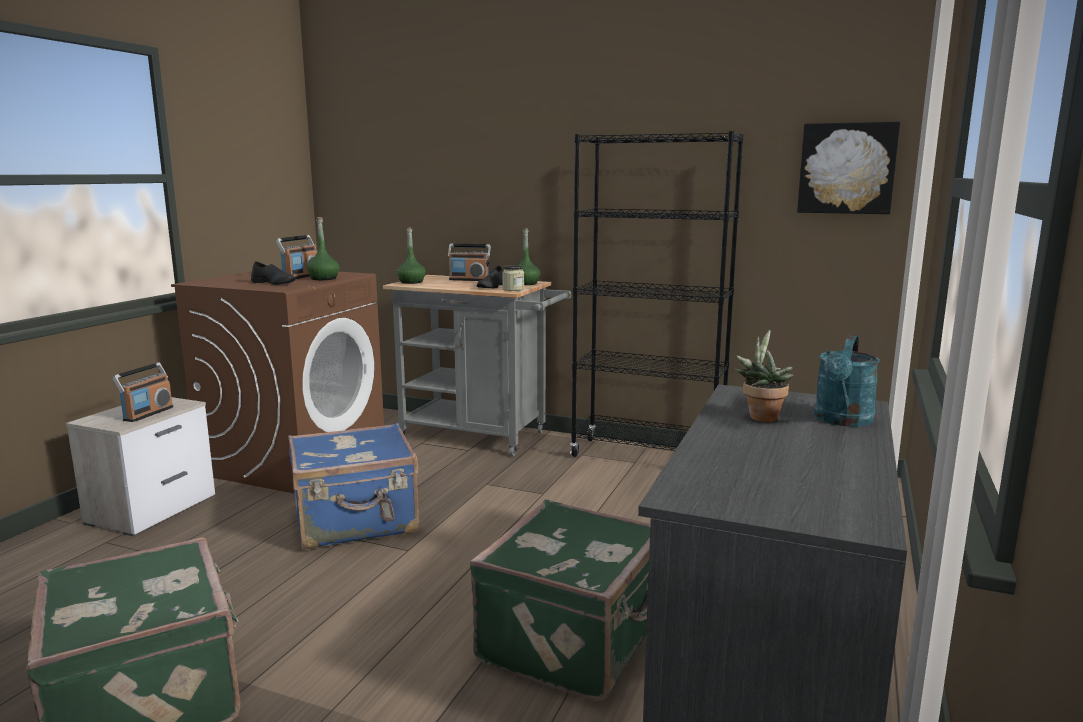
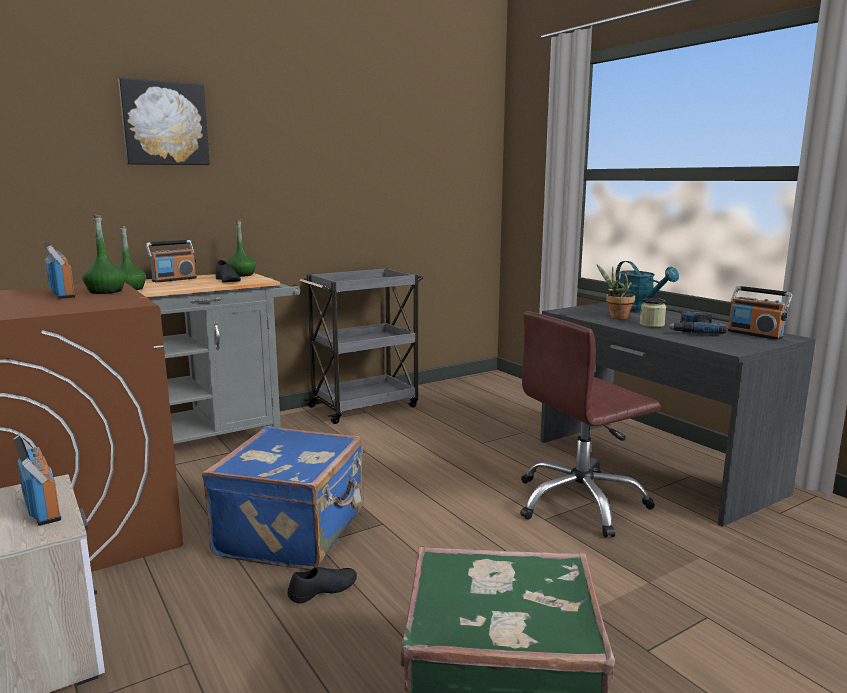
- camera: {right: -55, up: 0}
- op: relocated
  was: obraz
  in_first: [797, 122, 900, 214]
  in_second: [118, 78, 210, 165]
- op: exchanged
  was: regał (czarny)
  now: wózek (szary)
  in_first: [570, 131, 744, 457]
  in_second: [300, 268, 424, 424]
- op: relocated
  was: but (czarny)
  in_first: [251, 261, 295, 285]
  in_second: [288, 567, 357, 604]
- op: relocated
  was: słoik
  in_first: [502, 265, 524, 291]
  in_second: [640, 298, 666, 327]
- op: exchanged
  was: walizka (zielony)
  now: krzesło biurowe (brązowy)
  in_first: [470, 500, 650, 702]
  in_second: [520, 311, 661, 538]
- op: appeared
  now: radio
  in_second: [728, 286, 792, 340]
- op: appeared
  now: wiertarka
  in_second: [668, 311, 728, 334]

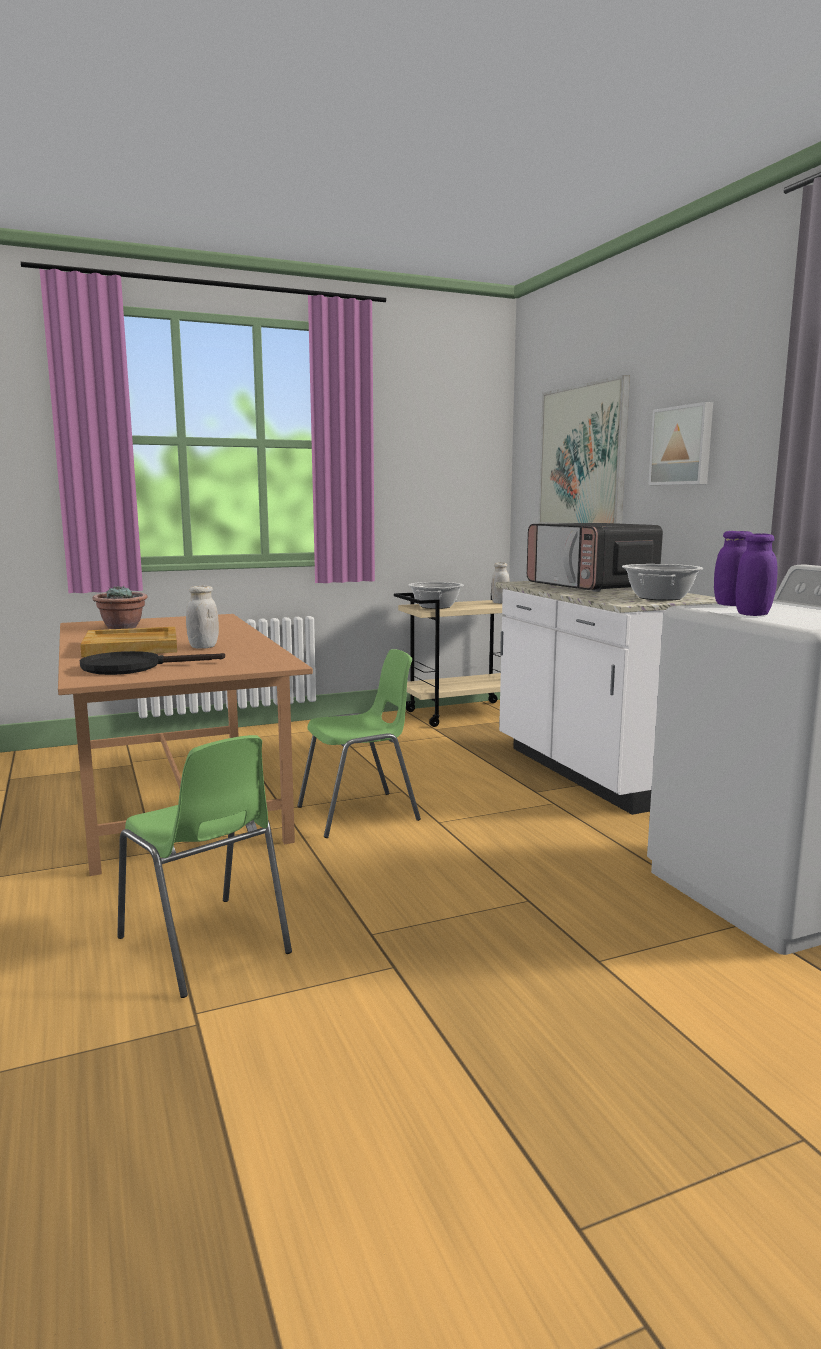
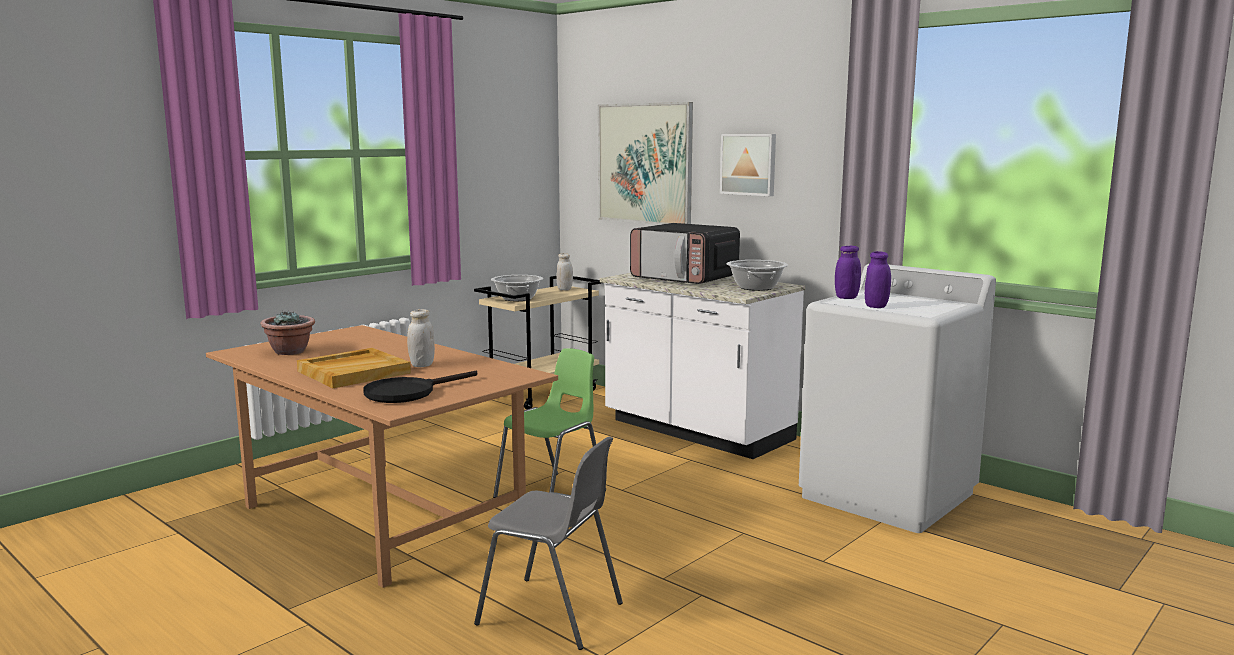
- camera: {right: -25, up: 0}
- op: colour
  was: krzesło (zielony)
  now: krzesło (szary)
  in_first: [117, 735, 292, 998]
  in_second: [474, 436, 623, 650]

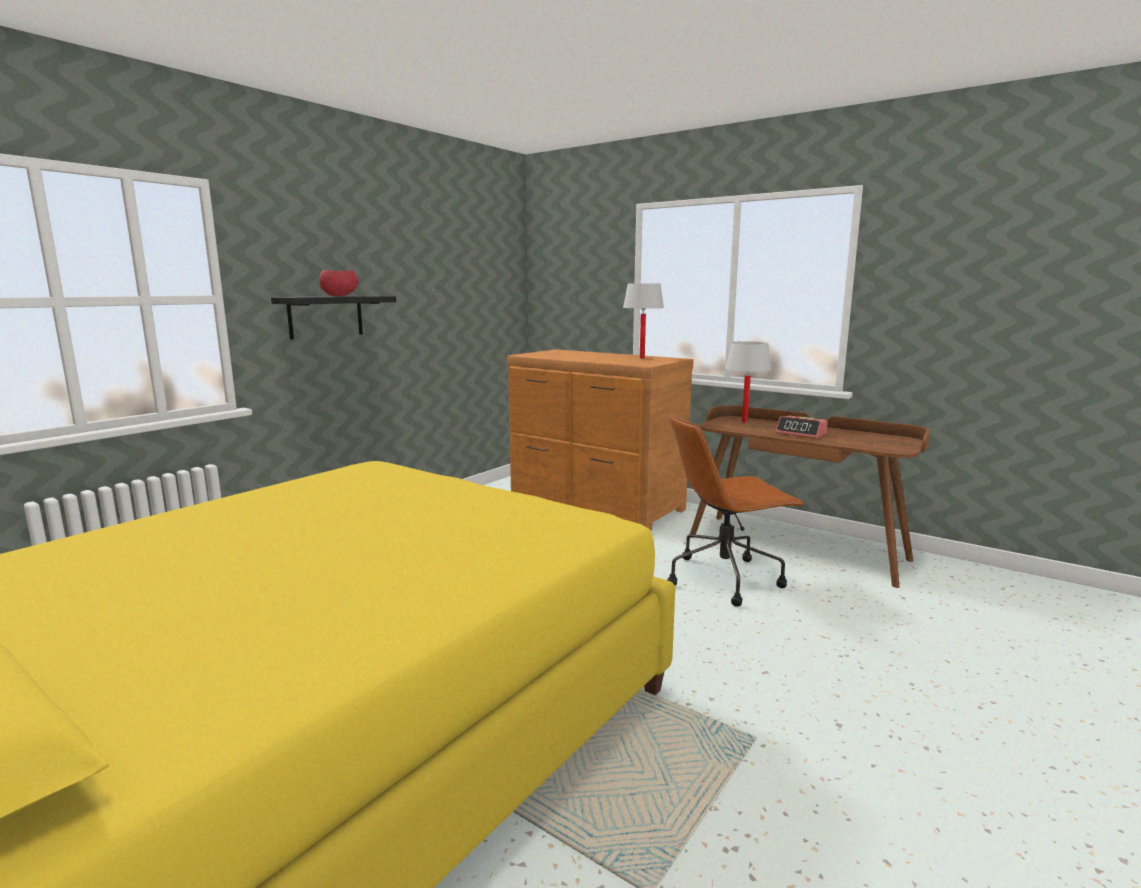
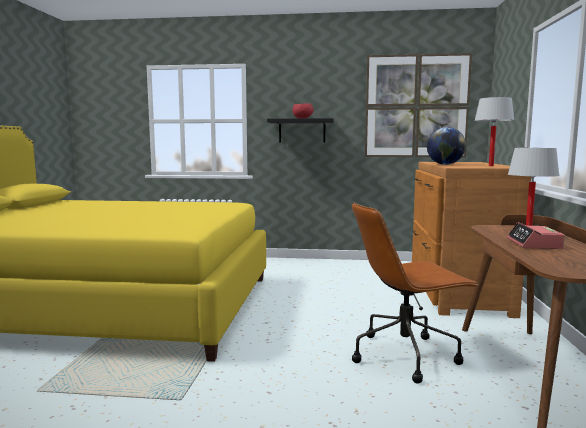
- camera: {right: 60, up: -5}
- op: spun
  was: krzesło biurowe (brązowy)
  in_first: [667, 413, 805, 607]
  in_second: [352, 203, 479, 383]
  clockwise: -60
- op: appeared
  now: obraz
  in_second: [365, 53, 472, 157]
- op: appeared
  now: globus
  in_second: [427, 127, 466, 165]

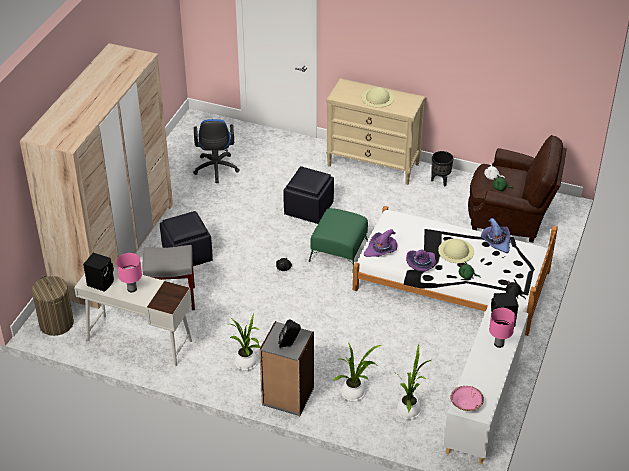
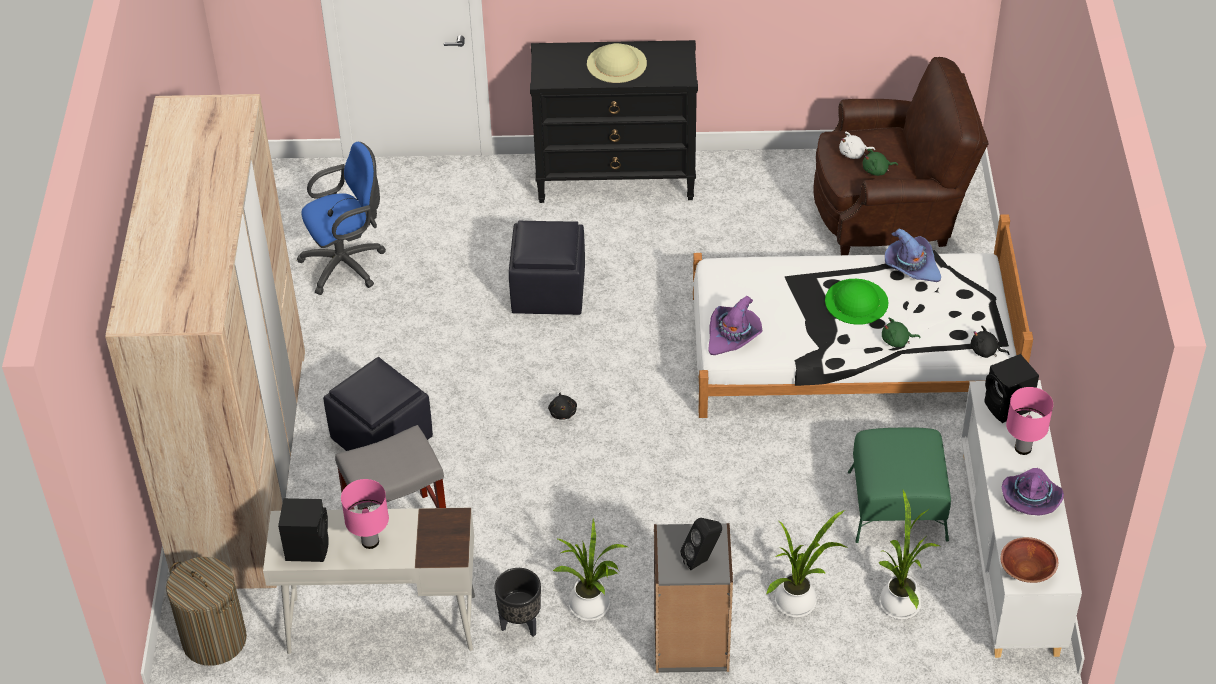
- camera: {right: -20, up: 5}
- op: colour
  was: komoda (beżowy)
  now: komoda (czarny)
  in_first: [326, 78, 425, 185]
  in_second: [530, 40, 698, 203]
- op: spun
  was: krzesło biurowe (niebieski)
  in_first: [193, 119, 240, 183]
  in_second: [297, 142, 386, 295]
  clockwise: -90
- op: relocated
  was: donica (czarny)
  in_first: [431, 151, 453, 187]
  in_second: [494, 568, 541, 637]
- op: relocated
  was: pufa (zielony)
  in_first: [308, 208, 368, 273]
  in_second: [848, 428, 951, 543]
- op: colour
  was: kapelusz (beżowy)
  now: kapelusz (zielony)
  in_first: [438, 239, 474, 263]
  in_second: [825, 279, 889, 325]
- op: relocated
  was: kapelusz (fioletowy)
  in_first: [406, 250, 437, 271]
  in_second: [1002, 468, 1064, 516]
- op: colour
  was: miska (różowy)
  now: miska (brązowy)
  in_first: [450, 386, 484, 411]
  in_second: [1000, 537, 1058, 583]

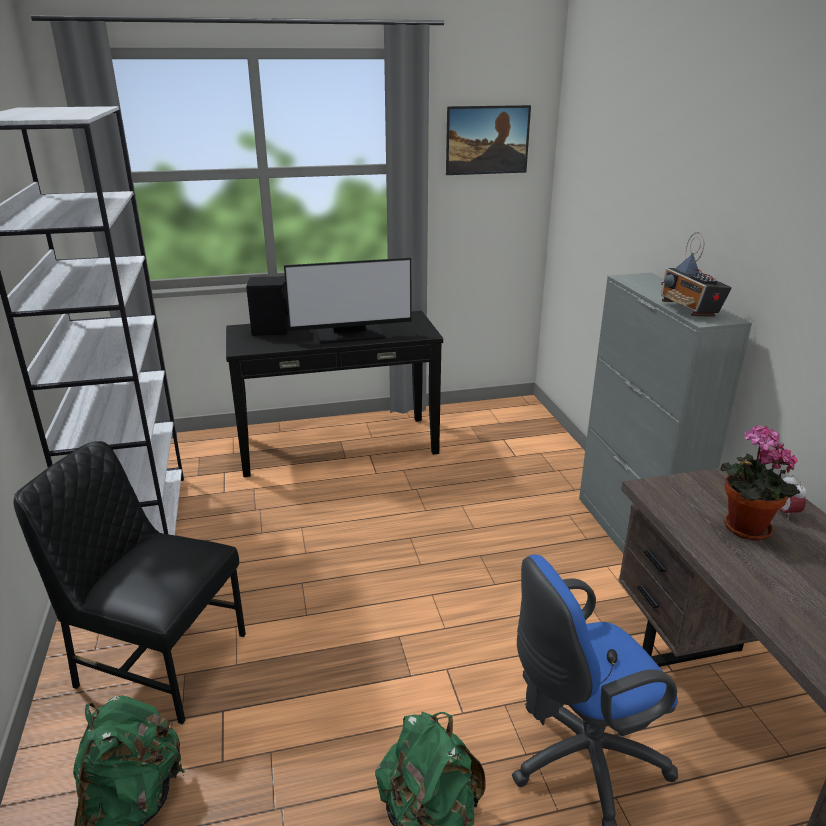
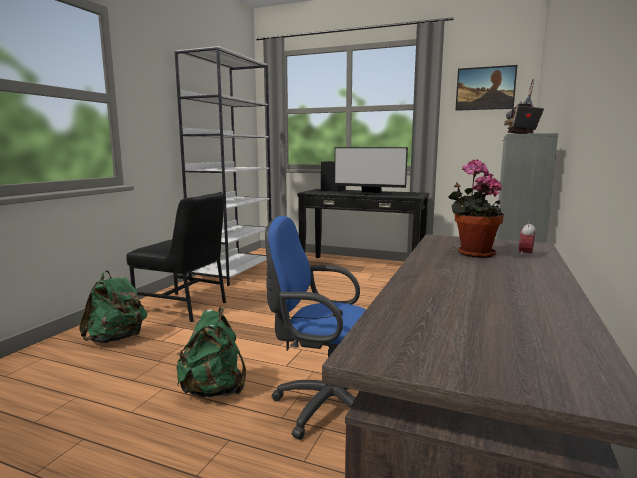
- camera: {right: 35, up: -15}
- op: spun
  was: krzesło (czarny)
  in_first: [13, 441, 246, 724]
  in_second: [126, 192, 226, 322]
  clockwise: 150

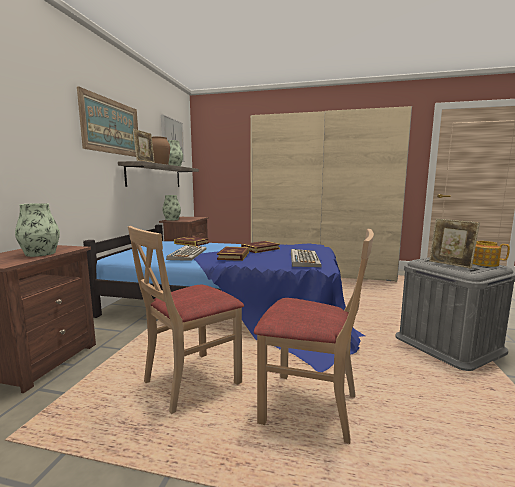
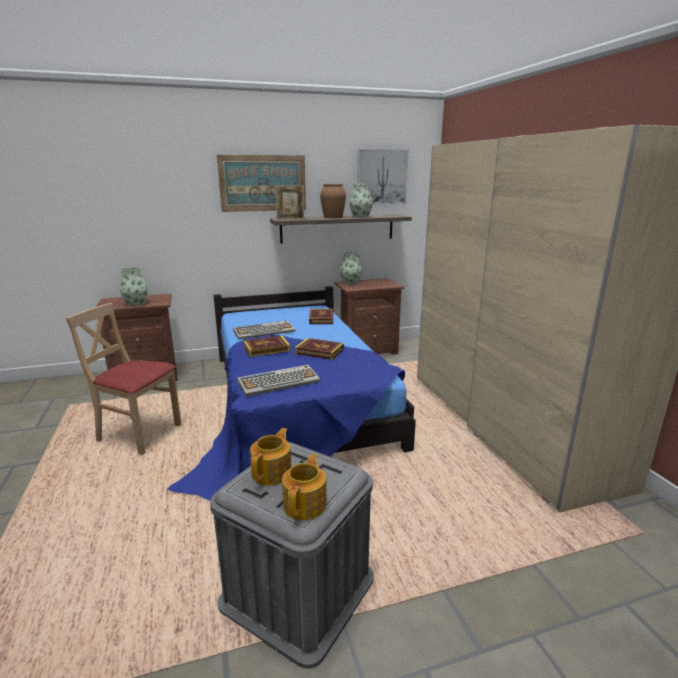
- camera: {right: 60, up: 10}
- op: exchanged
  was: ramka na zdjęcie
  now: imbryk
  in_first: [429, 218, 480, 269]
  in_second: [250, 428, 291, 486]
- op: missing
  was: krzesło (beżowy)
  in_first: [254, 229, 374, 444]

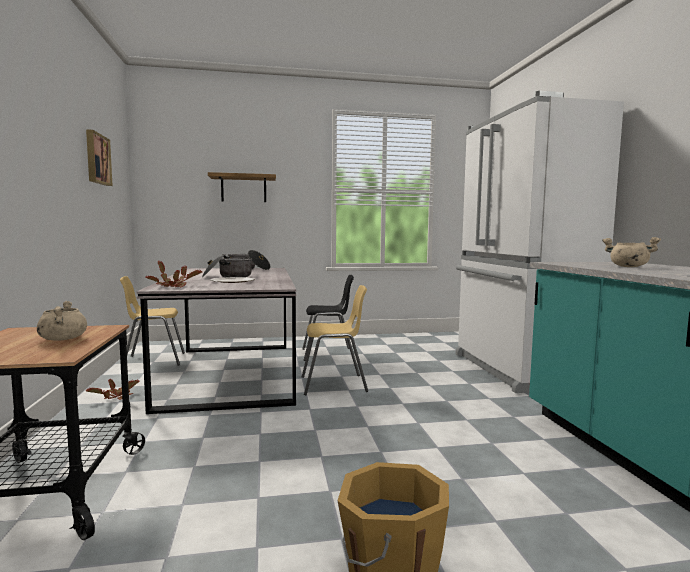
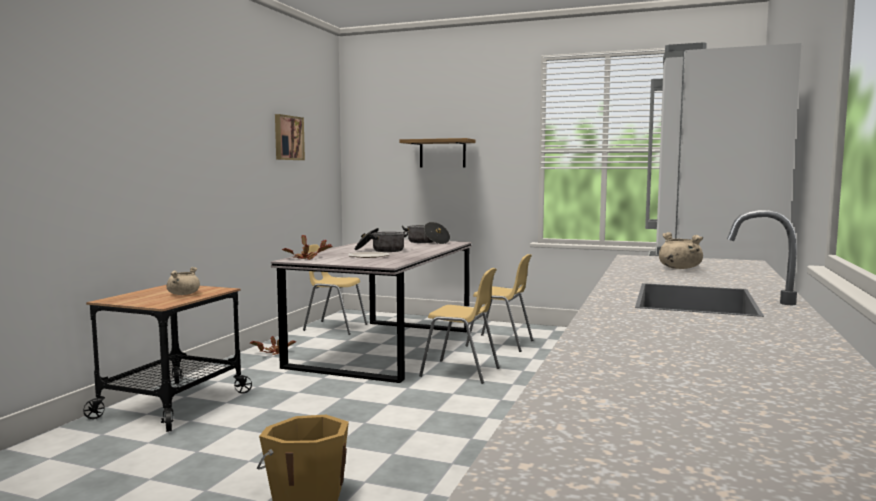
- camera: {right: 30, up: 0}
- op: colour
  was: krzesło (czarny)
  now: krzesło (żółty)
  in_first: [302, 275, 354, 361]
  in_second: [465, 254, 533, 352]

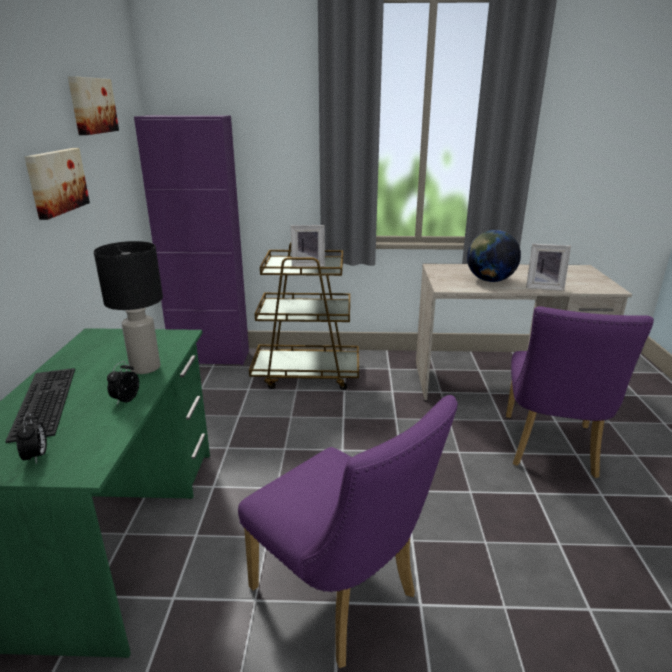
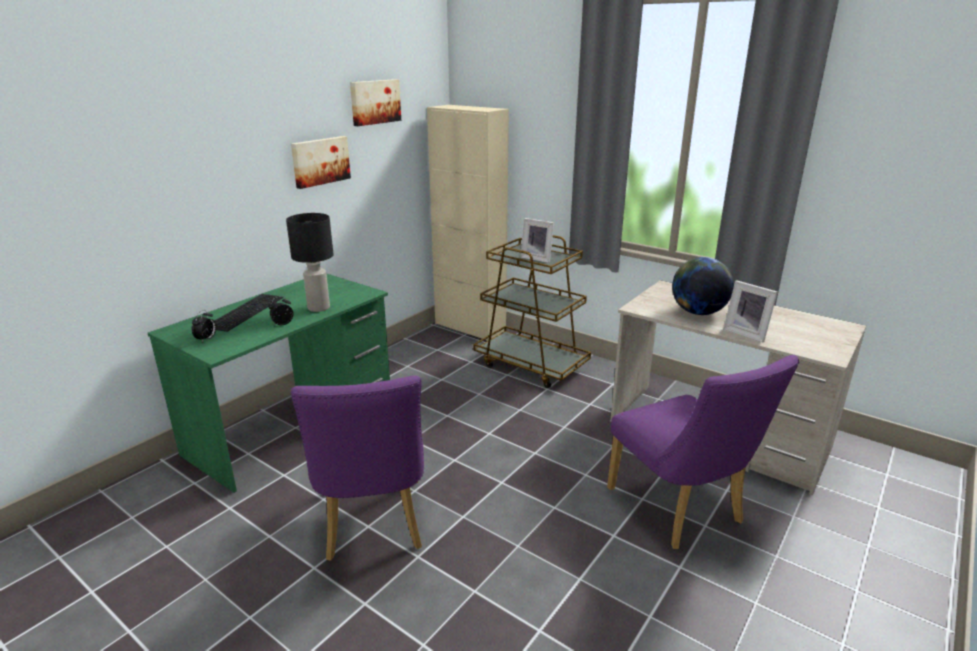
- camera: {right: 35, up: 0}
- op: colour
  was: szafka (fioletowy)
  now: szafka (beżowy)
  in_first: [134, 115, 249, 365]
  in_second: [427, 105, 509, 341]
- op: spun
  was: krzesło (fioletowy)
  in_first: [506, 306, 654, 478]
  in_second: [607, 355, 799, 549]
  clockwise: -75

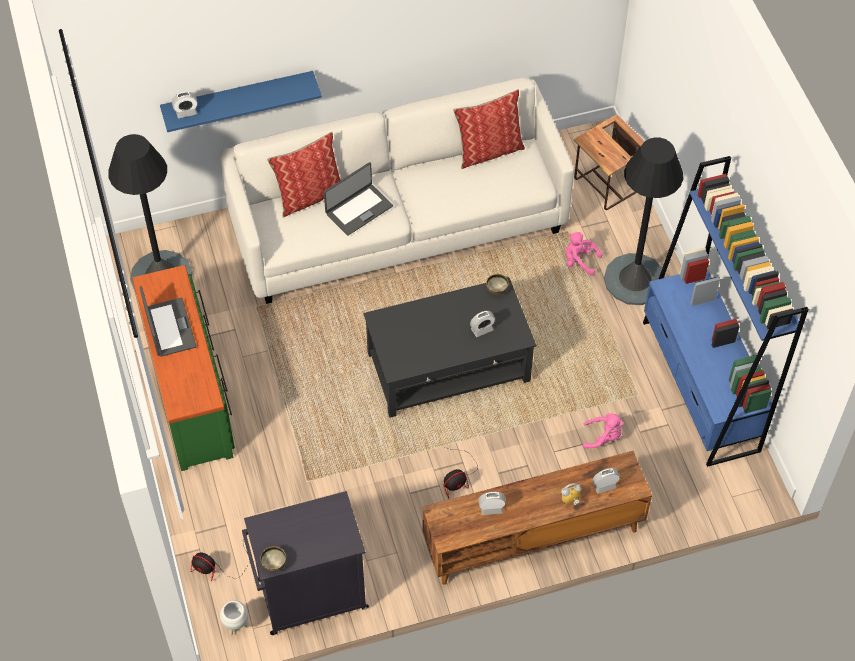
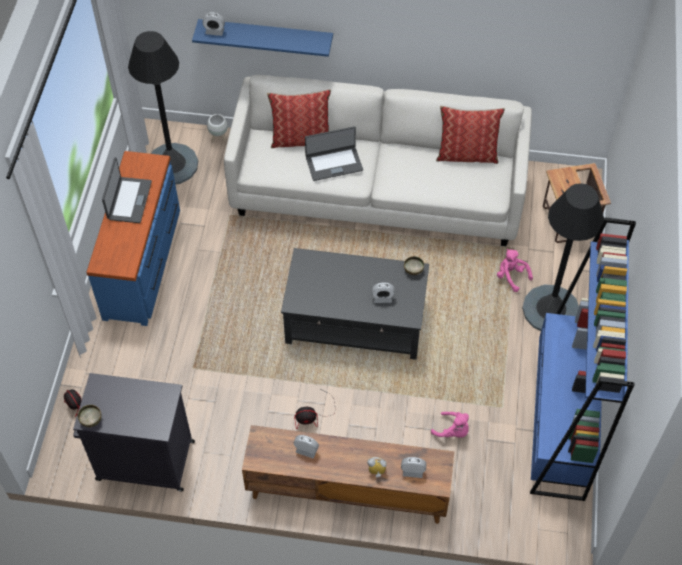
- camera: {right: 25, up: 0}
- op: colour
  was: komoda (zielony)
  now: komoda (niebieski)
  in_first: [132, 265, 235, 471]
  in_second: [86, 151, 180, 326]
- op: relocated
  was: donica (biały)
  in_first: [220, 601, 248, 635]
  in_second: [207, 114, 228, 142]

